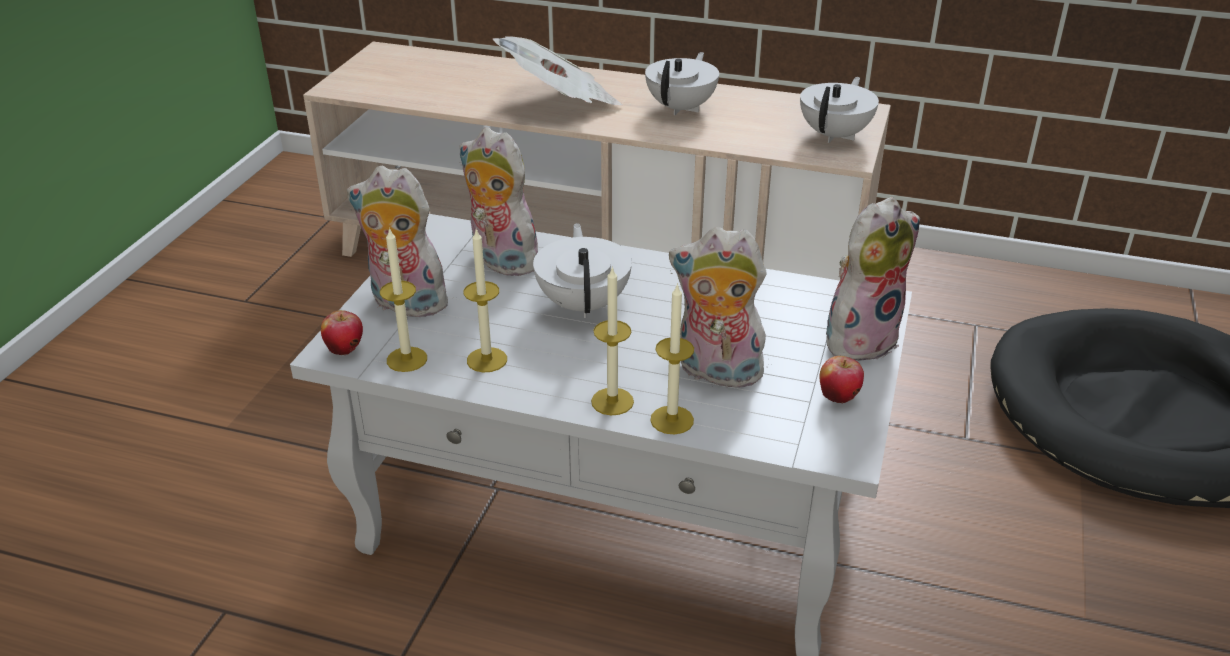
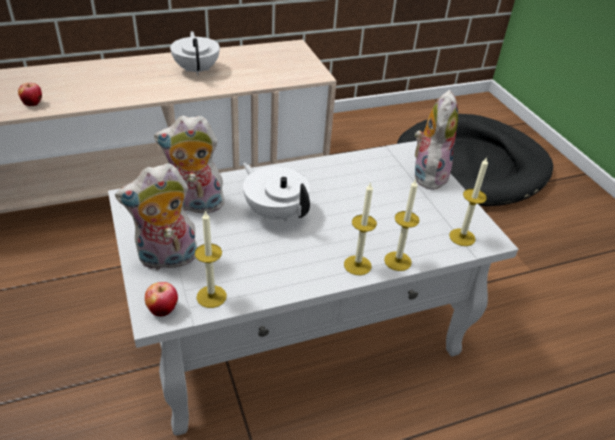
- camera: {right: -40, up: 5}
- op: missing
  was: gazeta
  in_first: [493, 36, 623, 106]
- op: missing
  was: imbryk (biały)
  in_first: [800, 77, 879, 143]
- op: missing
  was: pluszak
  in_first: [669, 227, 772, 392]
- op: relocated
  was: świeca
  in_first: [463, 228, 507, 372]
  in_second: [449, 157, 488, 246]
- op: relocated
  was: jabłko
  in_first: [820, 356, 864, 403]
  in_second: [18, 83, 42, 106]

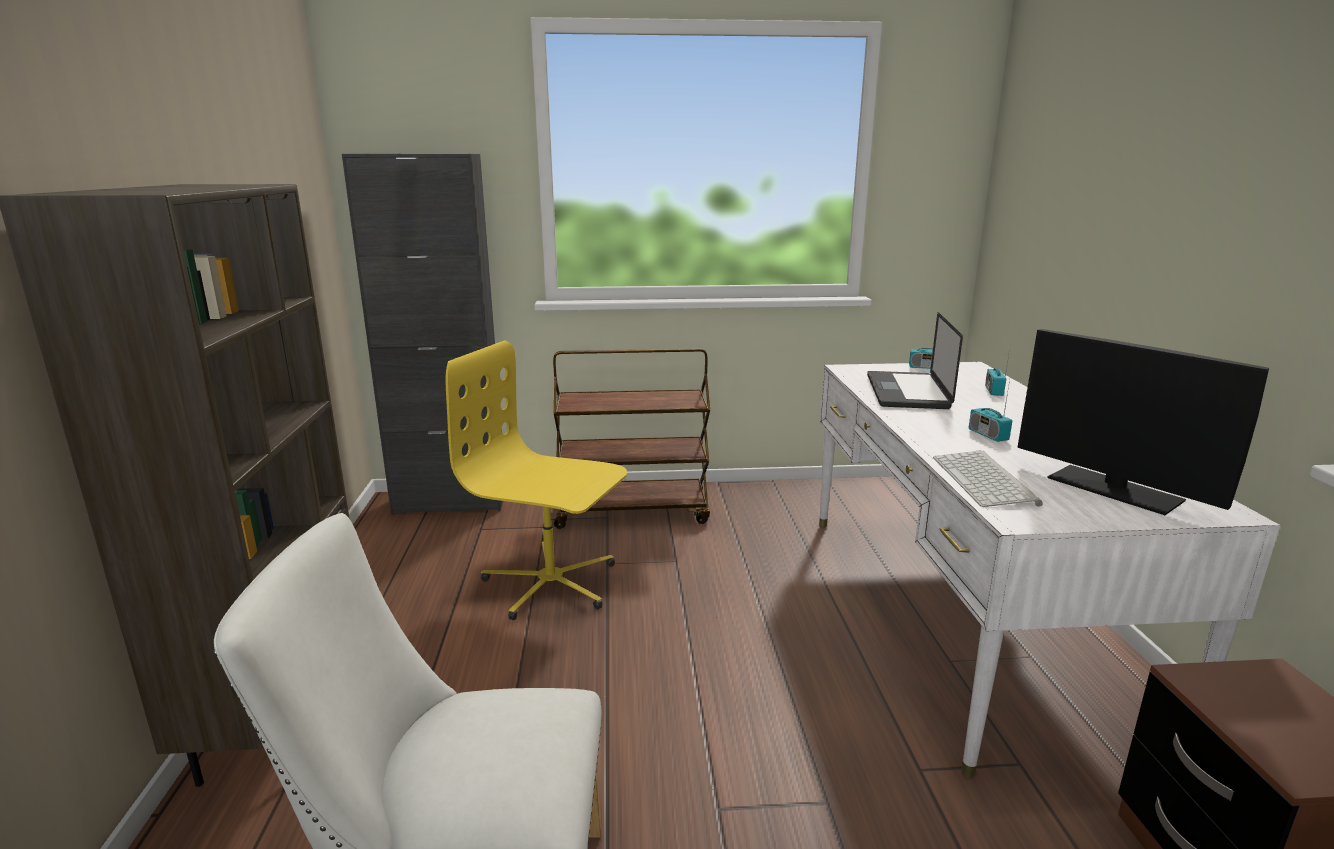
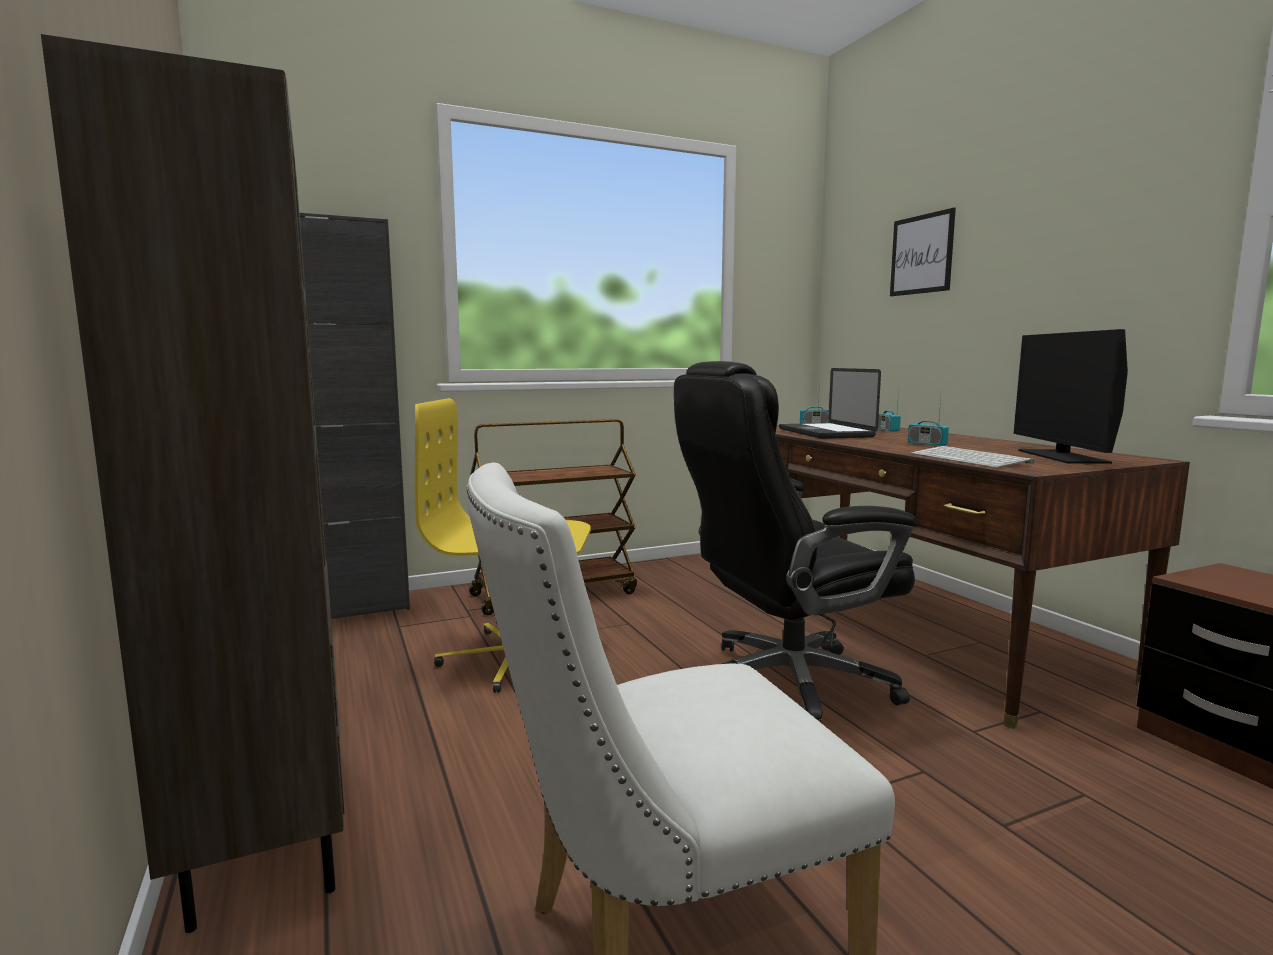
- camera: {right: -20, up: -10}
- op: spun
  was: monitor
  in_first: [1017, 329, 1269, 515]
  in_second: [1014, 329, 1128, 464]
  clockwise: 60
- op: colour
  was: biurko (biały)
  now: biurko (brązowy)
  in_first: [819, 362, 1280, 778]
  in_second: [775, 425, 1190, 728]
- op: appeared
  now: obraz
  in_second: [890, 208, 956, 296]
- op: appeared
  now: krzesło biurowe (czarny)
  in_second: [674, 361, 916, 722]

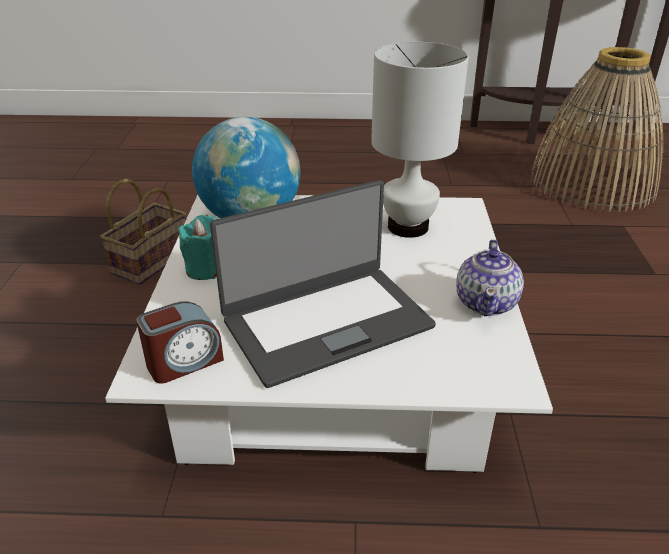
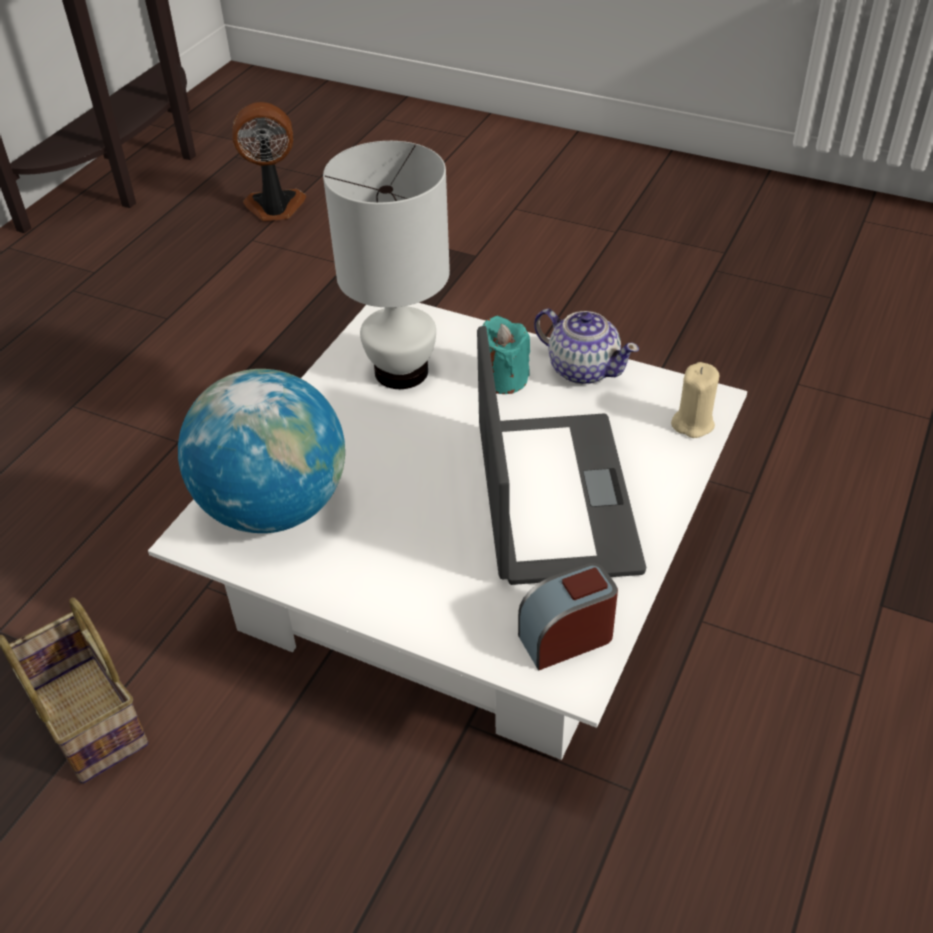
- camera: {right: -65, up: 10}
- op: exchanged
  was: koszyk
  now: wentylator
  in_first: [531, 47, 663, 212]
  in_second: [232, 102, 306, 221]
- op: relocated
  was: świeca (turkusowy)
  in_first: [178, 215, 217, 280]
  in_second: [482, 316, 530, 394]
- op: spun
  was: budzik
  in_first: [136, 302, 224, 384]
  in_second: [518, 562, 618, 670]
  clockwise: -105
- op: appeared
  now: świeca (beżowy)
  in_second: [671, 362, 719, 438]

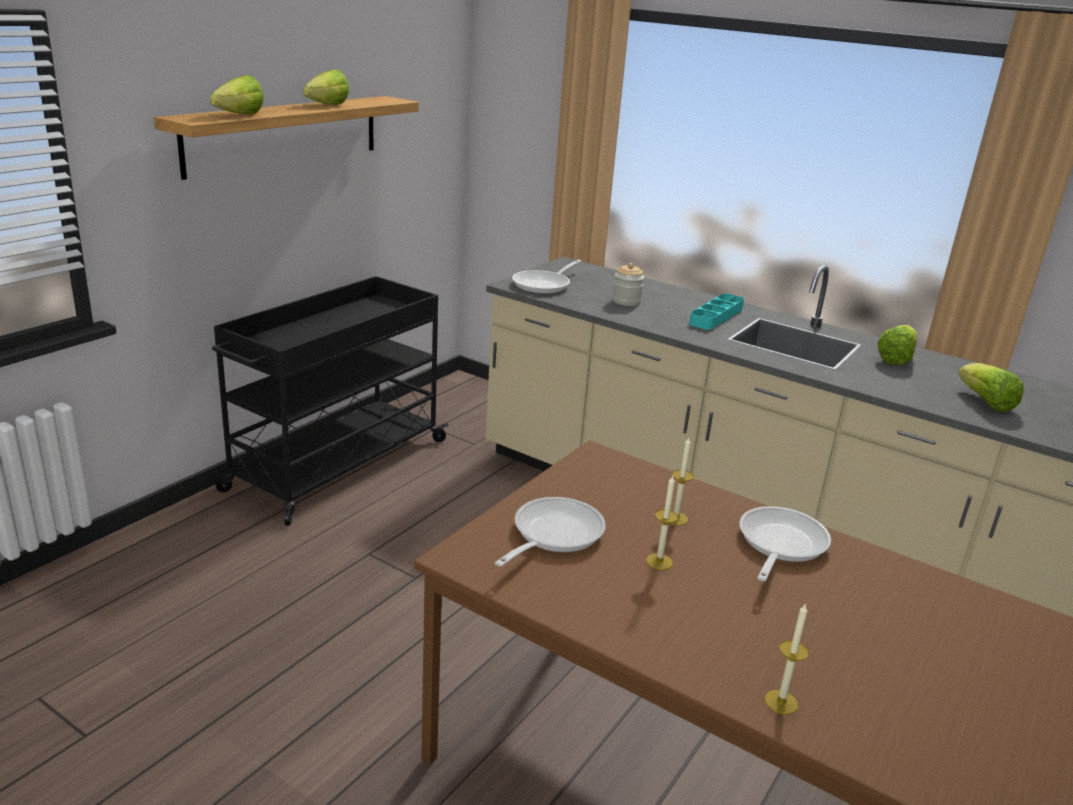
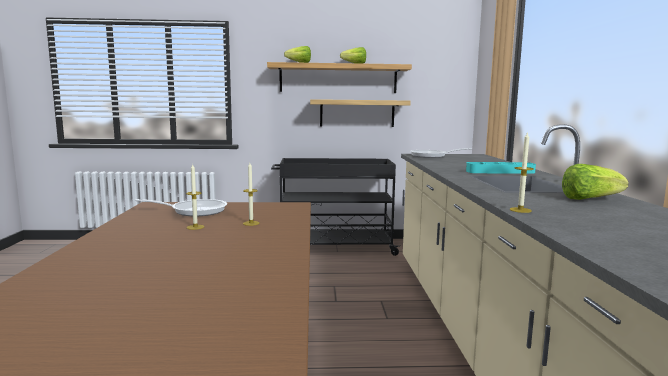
- camera: {right: 55, up: -15}
- op: missing
  was: słoik
  in_first: [612, 263, 644, 306]
- op: missing
  was: sałata
  in_first: [958, 363, 1024, 412]
- op: missing
  was: patelnia
  in_first: [739, 506, 831, 581]
- op: relocated
  was: świeca
  in_first: [765, 603, 809, 714]
  in_second: [509, 131, 534, 213]
- op: appeared
  now: półka
  in_second: [310, 99, 411, 127]

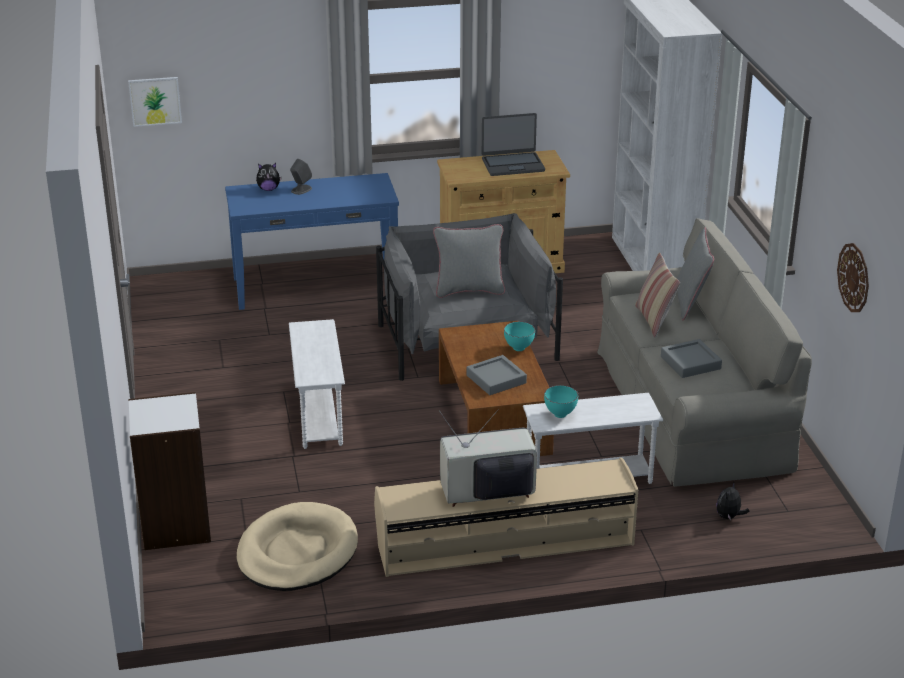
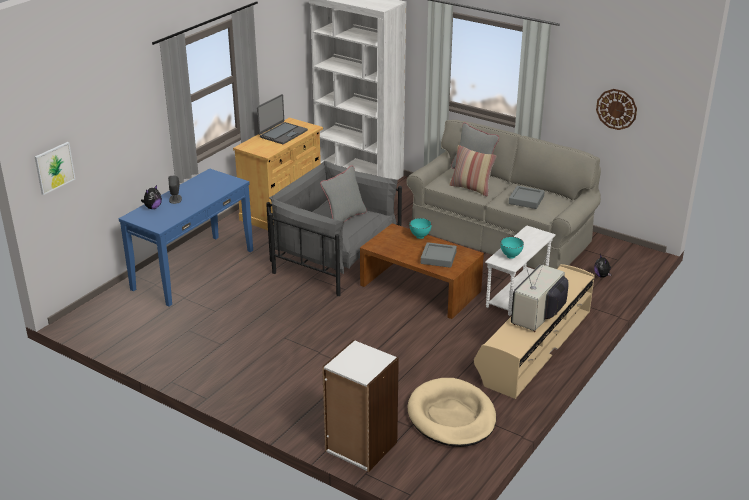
- camera: {right: -45, up: 0}
- op: missing
  was: stolik (biały)
  in_first: [289, 319, 345, 449]

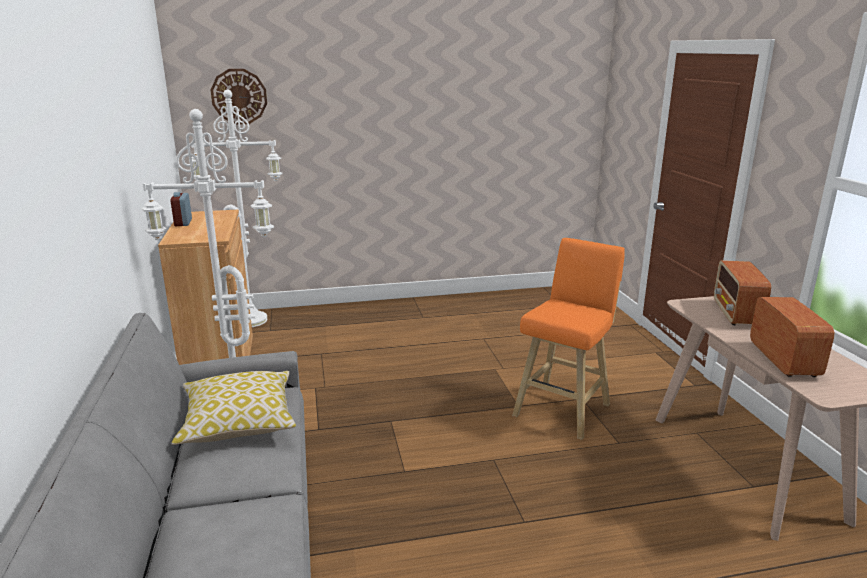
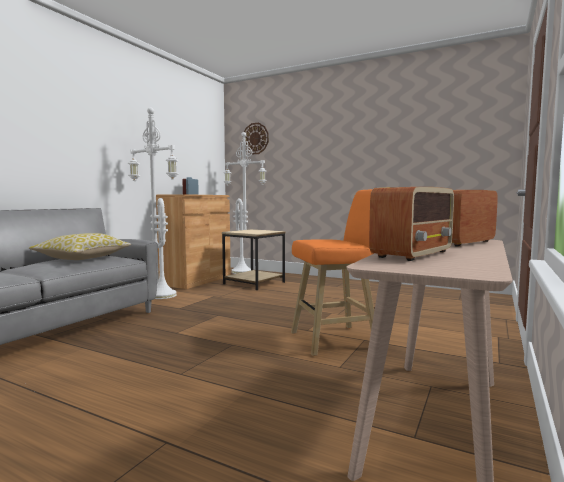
- camera: {right: 40, up: -15}
- op: appeared
  now: stolik (beżowy)
  in_second: [222, 229, 285, 290]

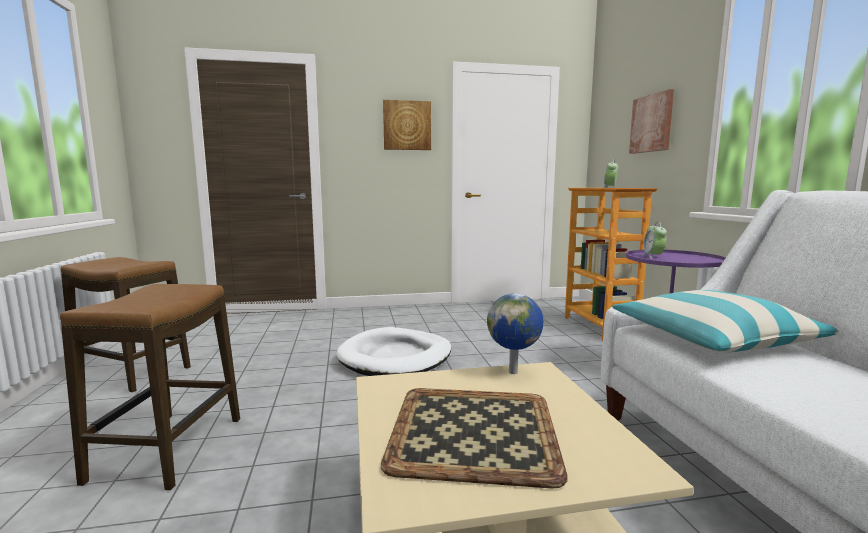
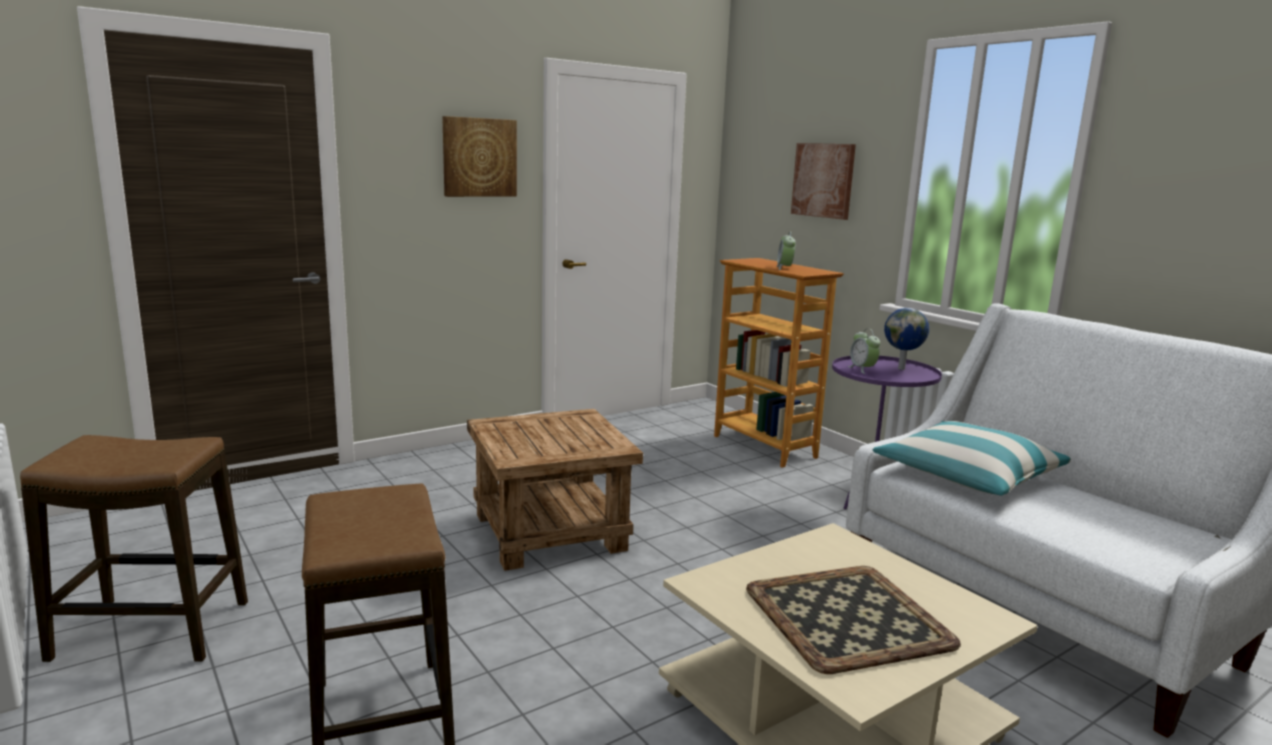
- camera: {right: -25, up: 5}
- op: relocated
  was: globus
  in_first: [487, 294, 544, 374]
  in_second: [884, 308, 929, 370]
- op: exchanged
  was: legowisko (biały)
  now: stolik (brązowy)
  in_first: [336, 327, 451, 376]
  in_second: [467, 409, 643, 571]

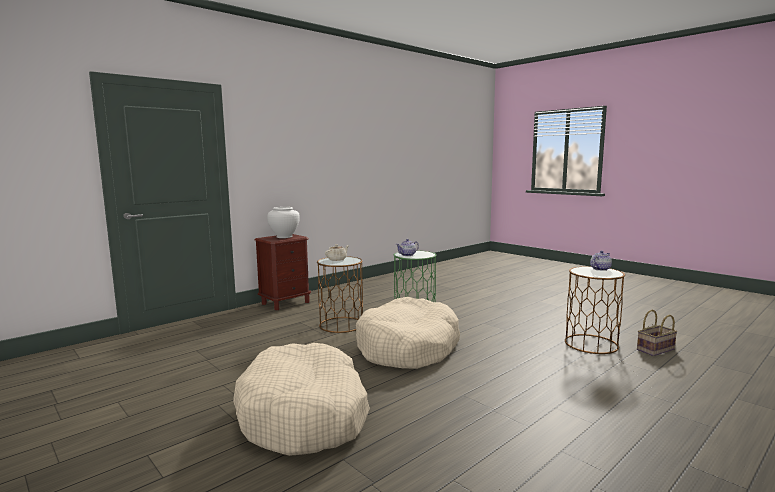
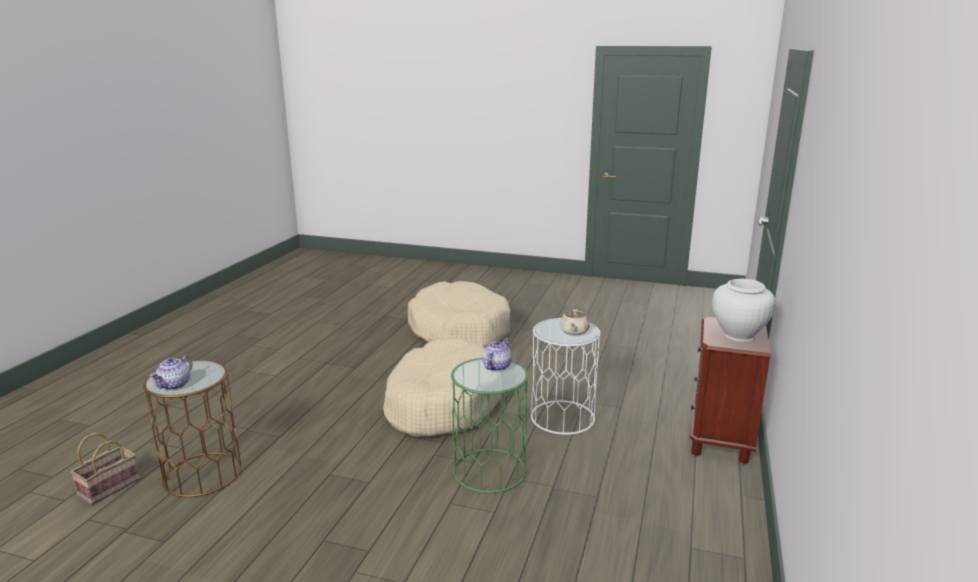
- camera: {right: 150, up: 10}
- op: colour
  was: stolik (brązowy)
  now: stolik (biały)
  in_first: [317, 256, 363, 333]
  in_second: [531, 318, 600, 435]

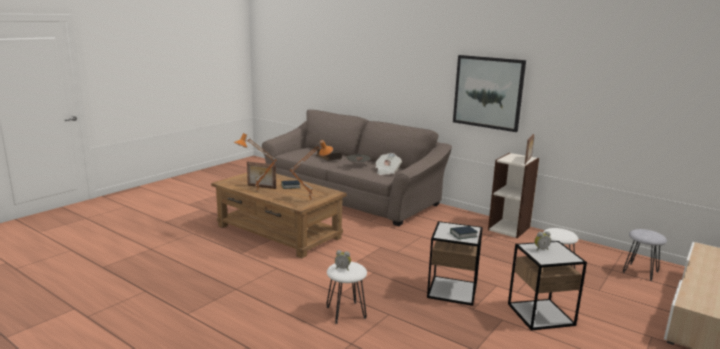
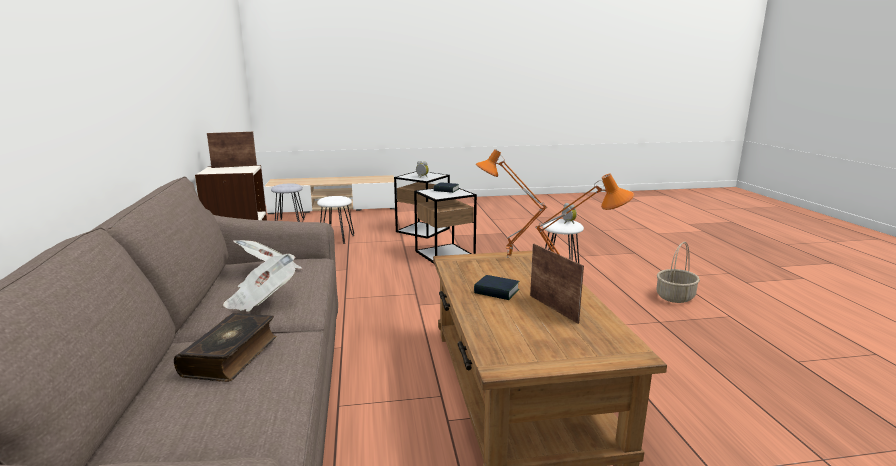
- camera: {right: -135, up: 0}
- op: missing
  was: obraz
  in_first: [453, 55, 526, 132]
- op: appeared
  now: koszyk
  in_second: [657, 242, 700, 303]

